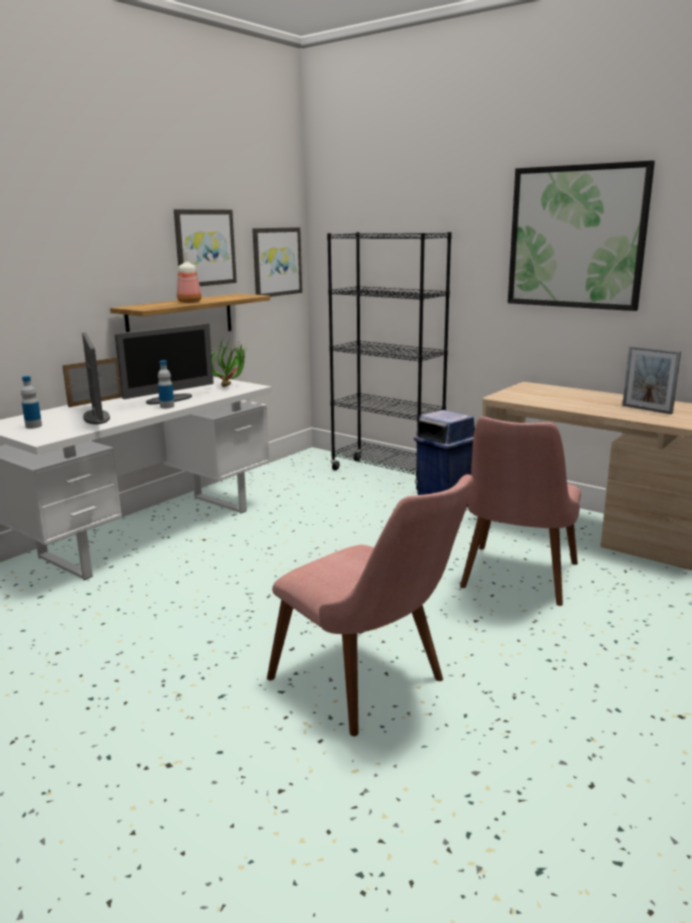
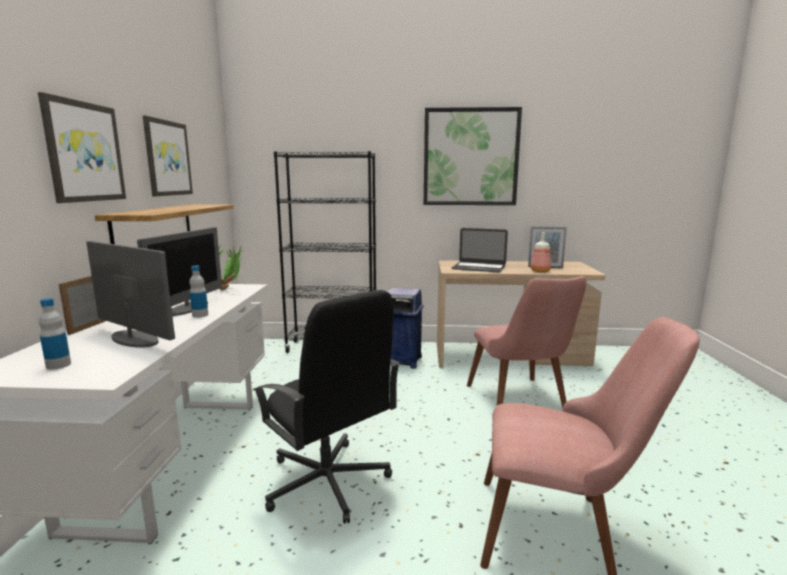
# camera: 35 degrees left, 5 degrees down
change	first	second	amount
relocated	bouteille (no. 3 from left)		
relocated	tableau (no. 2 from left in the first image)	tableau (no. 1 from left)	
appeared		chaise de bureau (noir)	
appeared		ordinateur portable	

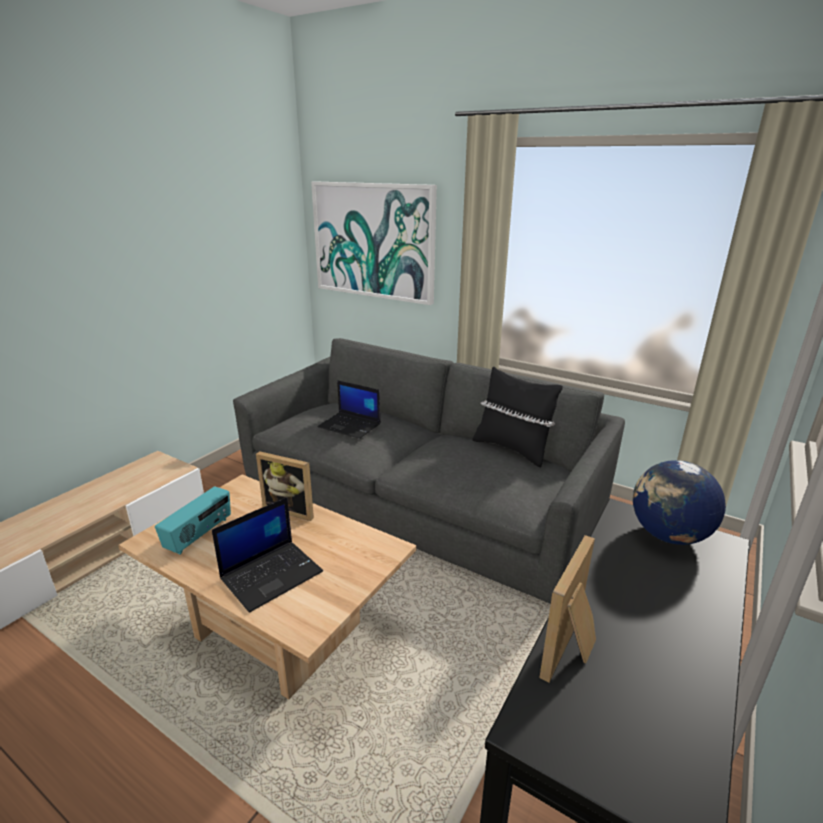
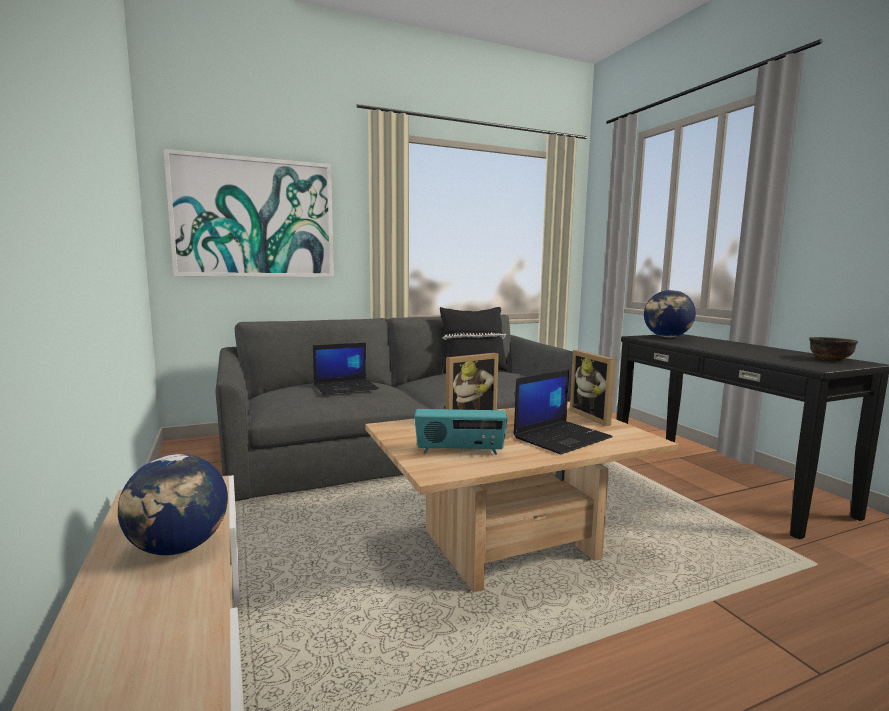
# camera: 55 degrees left, 15 degrees down
change	first	second	amount
spun	radio		120 degrees clockwise
spun	ordinateur portable (no. 1 from left in the first image)	ordinateur portable (no. 2 from left)	60 degrees clockwise
relocated	cadre photo (no. 2 from left)		
appeared		globe (no. 1 from left)	
appeared		bol (marron)	

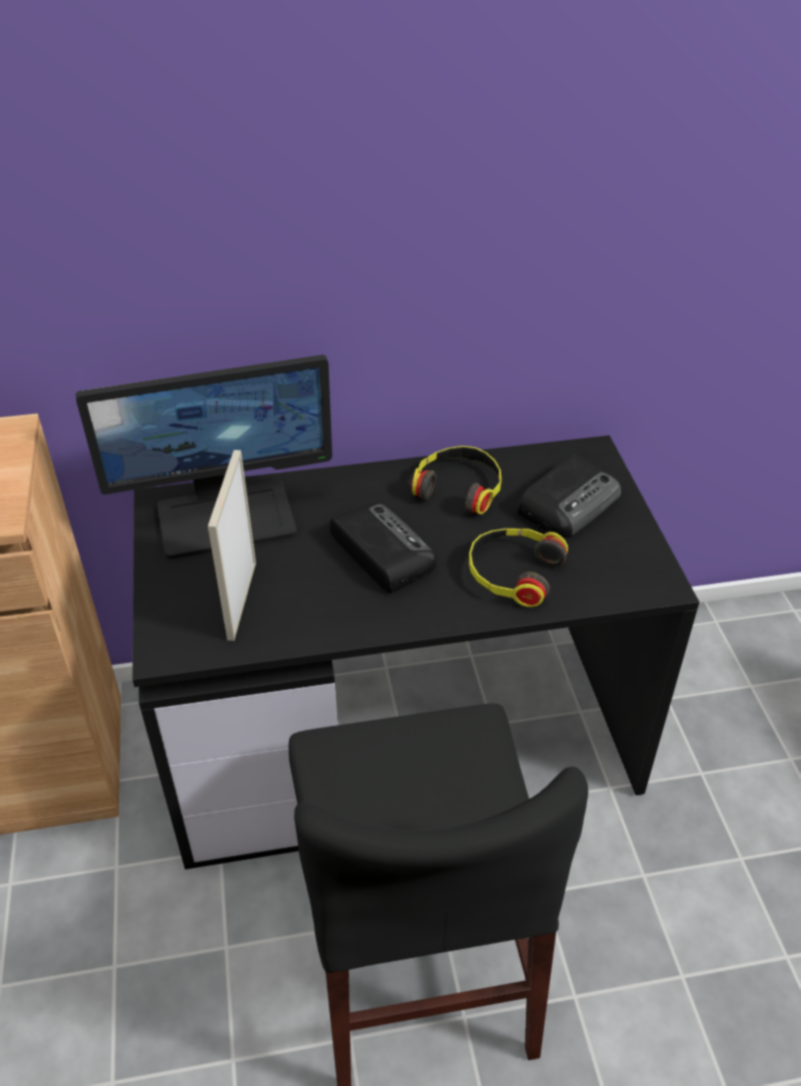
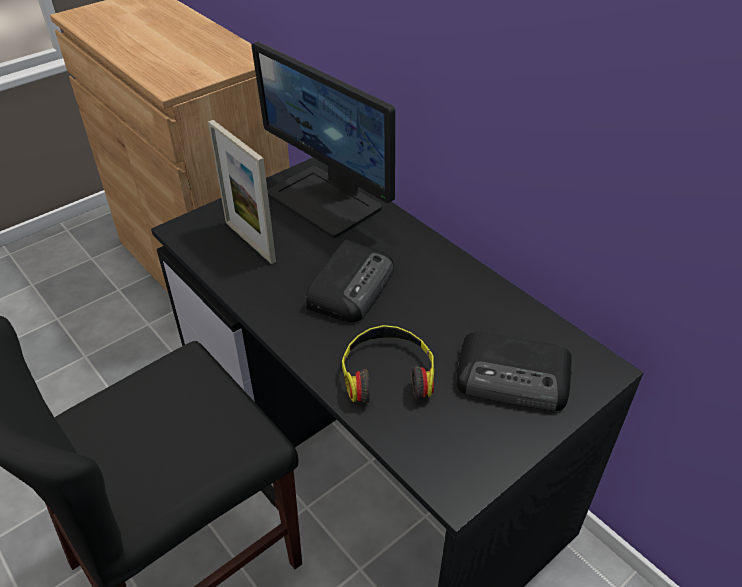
# camera: 60 degrees right, 0 degrees up
change	first	second	amount
spun	cadre photo		105 degrees counterclockwise
missing	casque audio (no. 1 from left)		

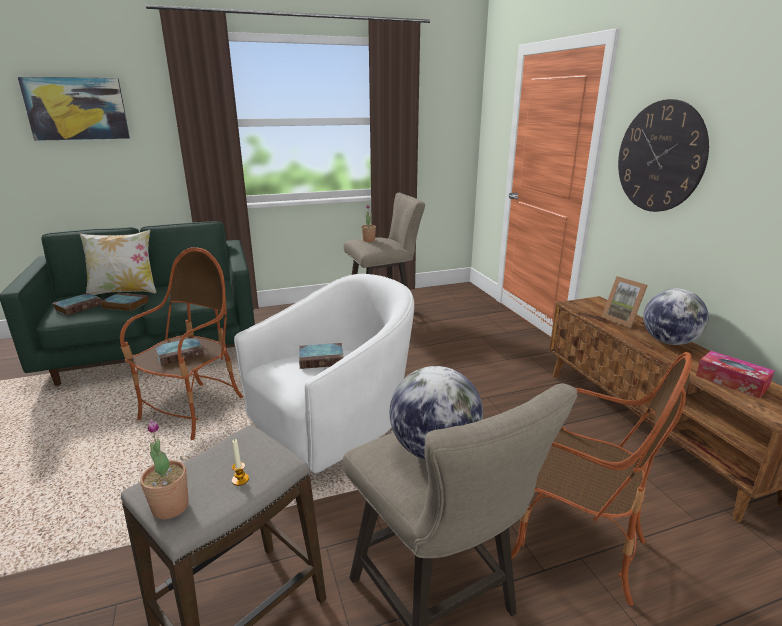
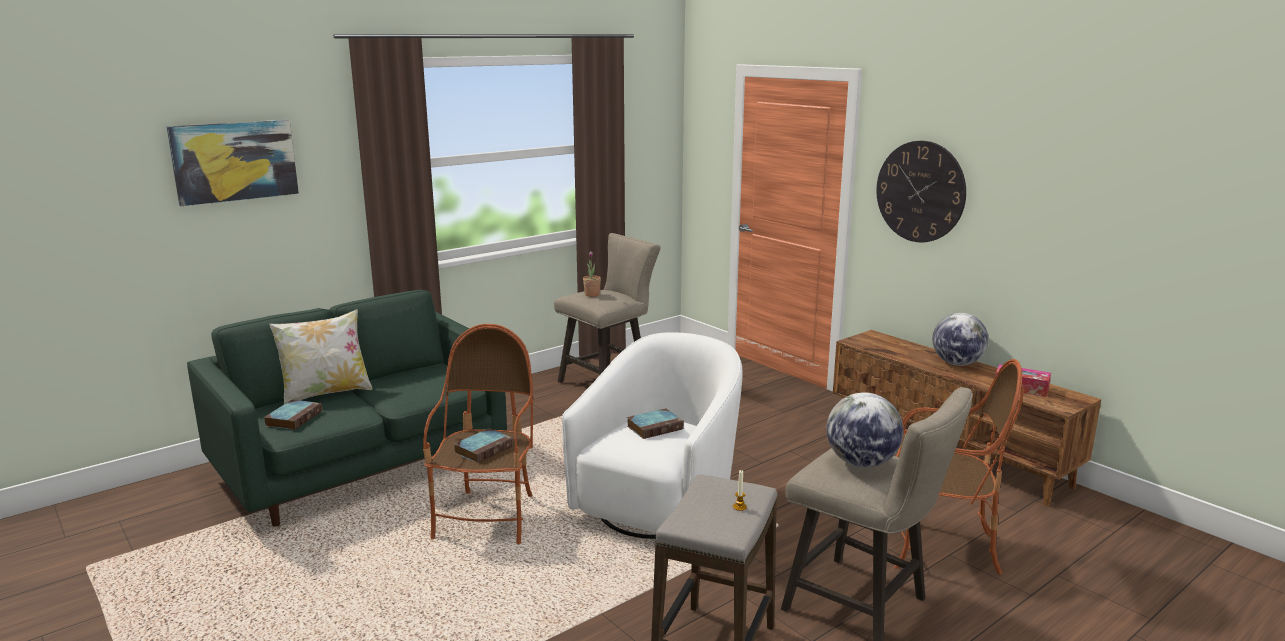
# camera: 20 degrees left, 5 degrees down
change	first	second	amount
missing	livre (no. 2 from left)		
missing	plante en pot (no. 1 from left)		
missing	cadre photo		

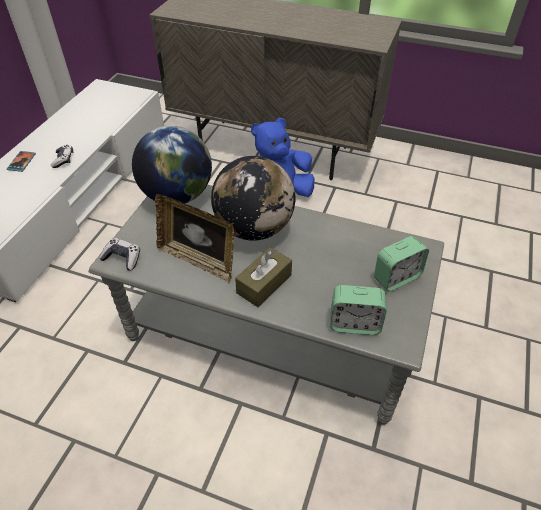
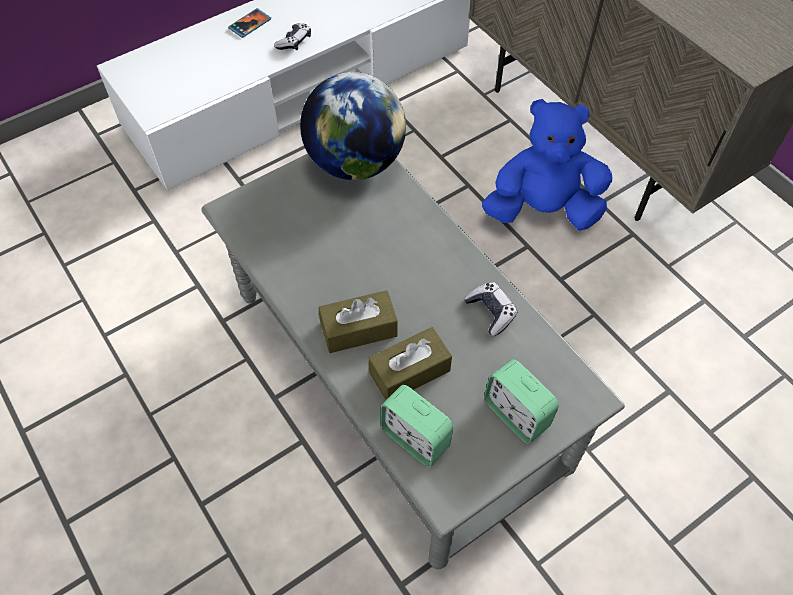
# camera: 35 degrees right, 10 degrees up
change	first	second	amount
relocated	manette (no. 2 from left)		
missing	cadre photo		
missing	globe (no. 2 from left)		
spun	réveil (no. 2 from left)		45 degrees clockwise
appeared		boîte à mouchoirs (marron) (no. 2 from left)	

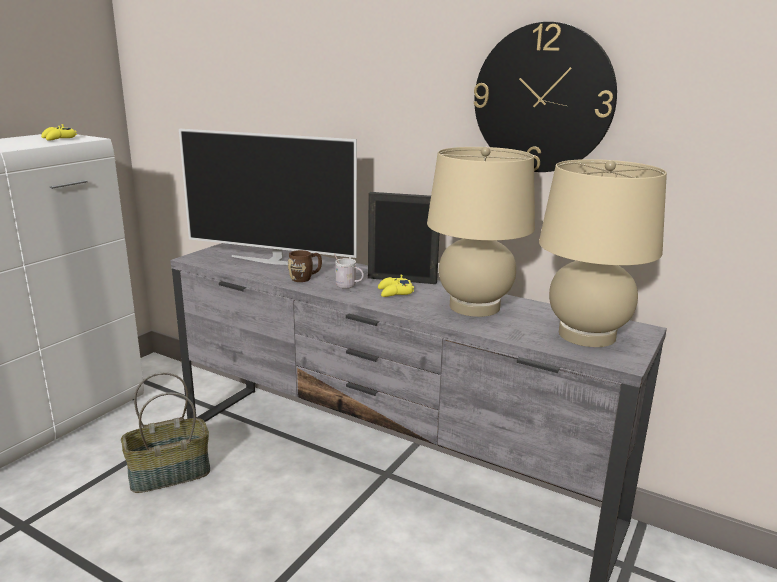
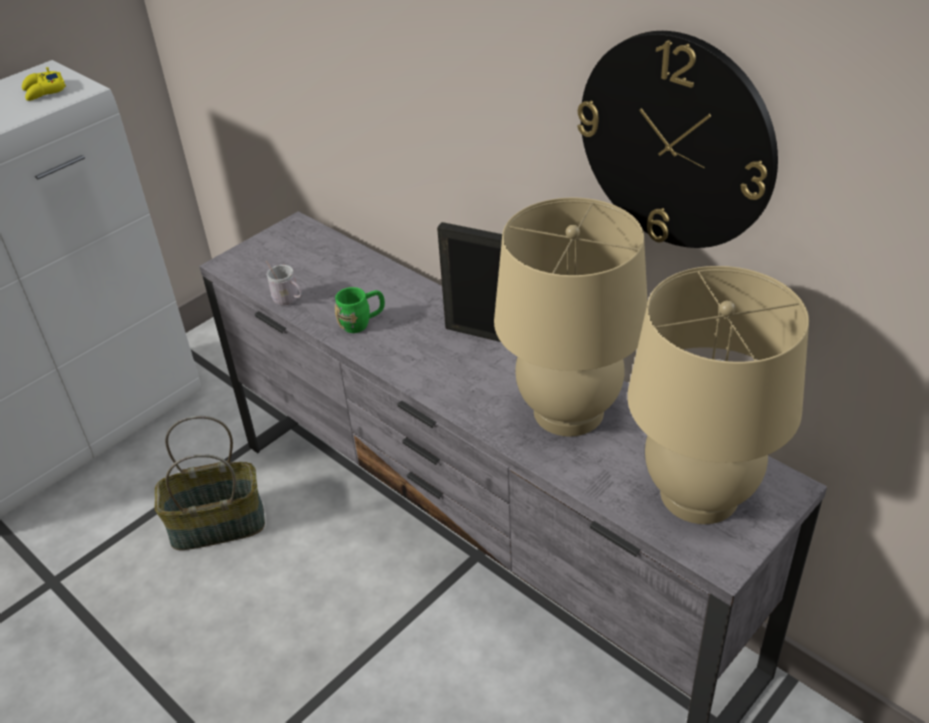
# camera: 15 degrees right, 20 degrees up
change	first	second	amount
missing	téléviseur		
colour	mug (marron)	mug (vert)	
relocated	mug (blanc)		
missing	manette (jaune) (no. 2 from left)		

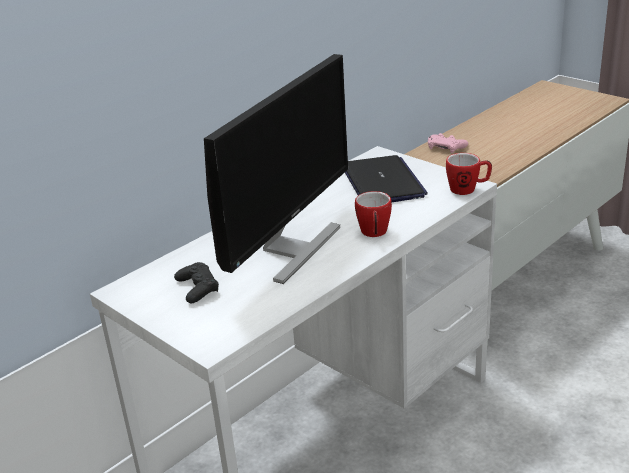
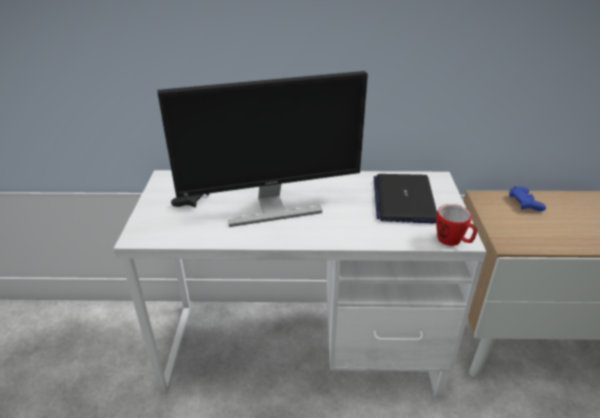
# camera: 45 degrees right, 5 degrees up
change	first	second	amount
spun	ordinateur portable		150 degrees clockwise
missing	mug (no. 1 from left)		
colour	manette (rose)	manette (bleu)	

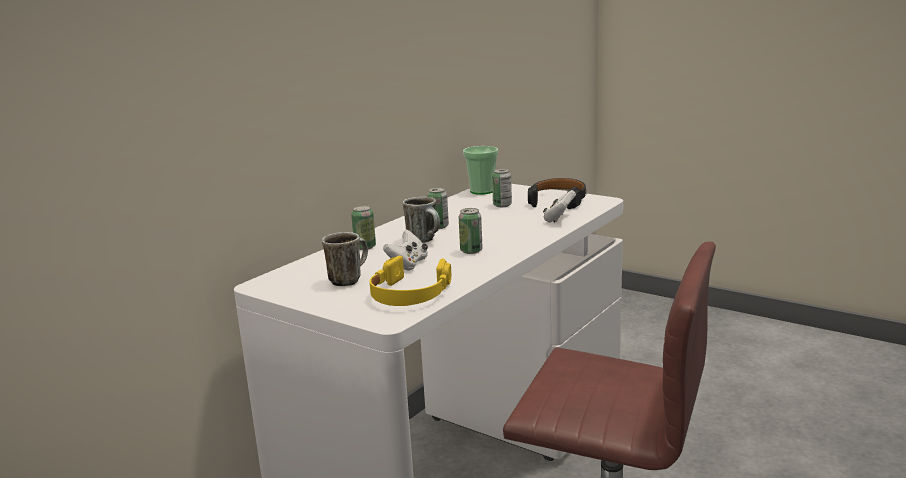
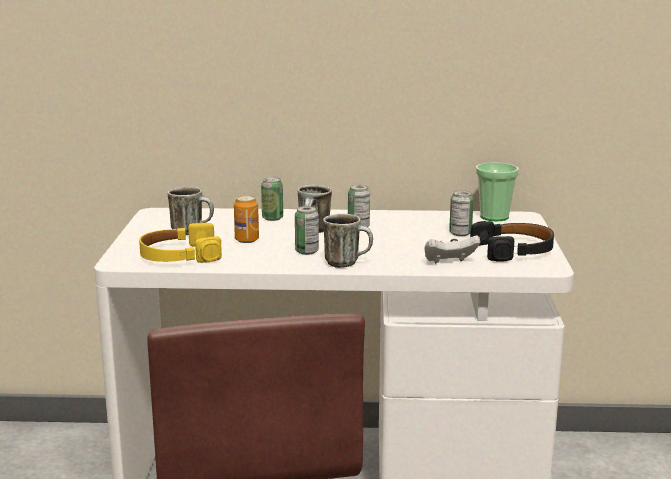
# camera: 55 degrees right, 0 degrees up
change	first	second	amount
exchanged	manette (blanc) (no. 1 from left)	boîte métallique (no. 1 from left)	
appeared		mug (no. 3 from left)	

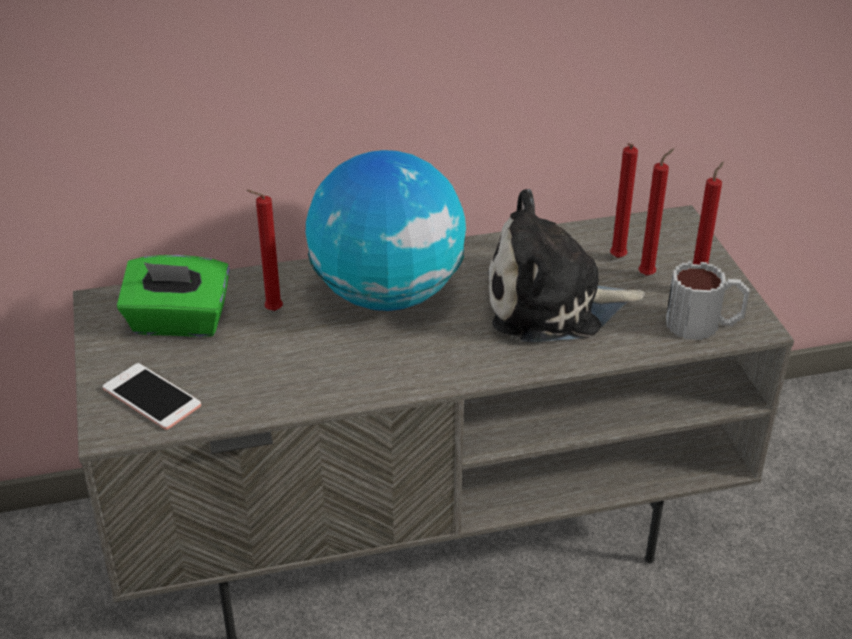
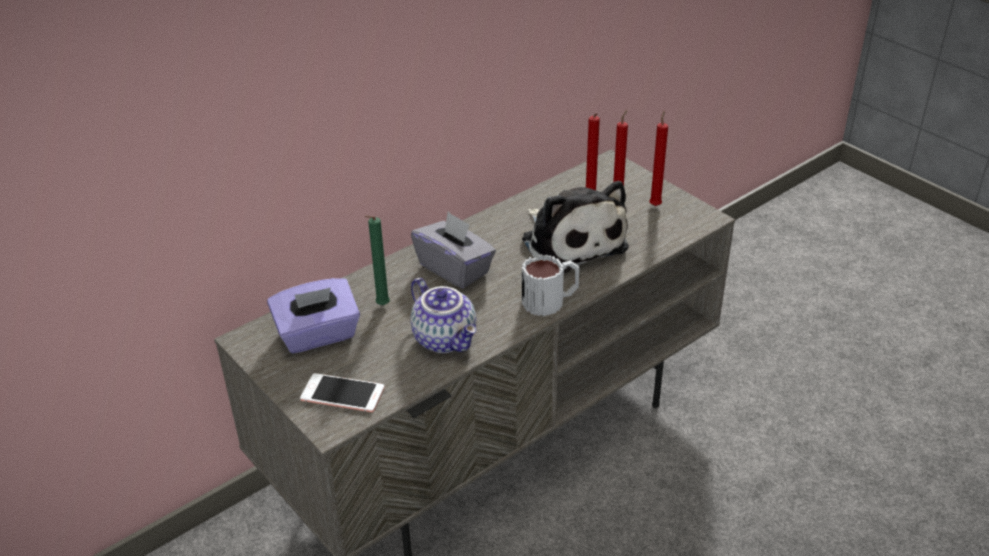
# camera: 25 degrees left, 0 degrees up
change	first	second	amount
colour	boîte à mouchoirs (vert)	boîte à mouchoirs (violet)	
colour	bougie (rouge) (no. 1 from left)	bougie (vert)	
exchanged	globe	boîte à mouchoirs (gris)	
spun	peluche		90 degrees counterclockwise
relocated	mug		
appeared		théière	

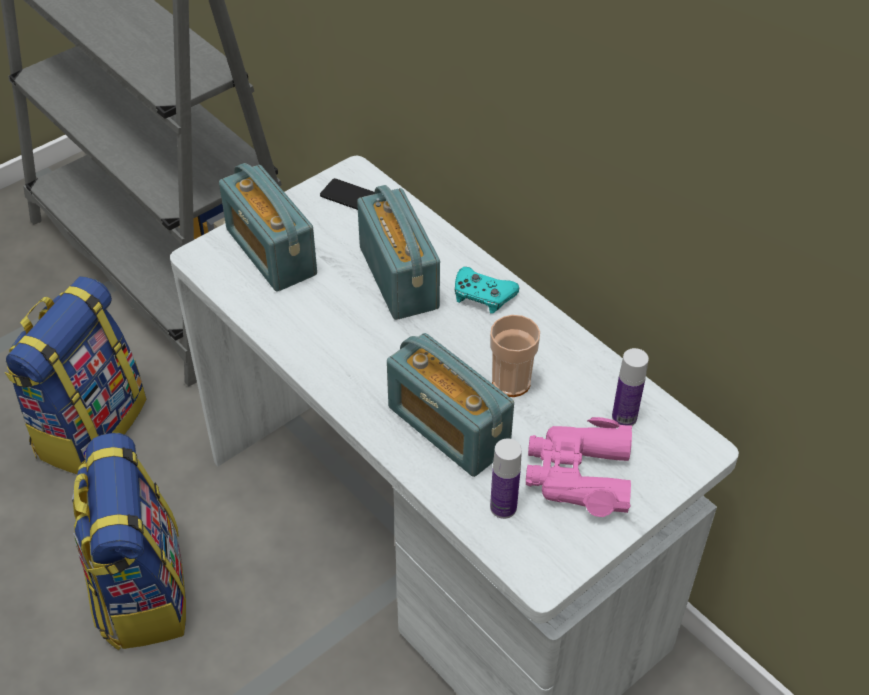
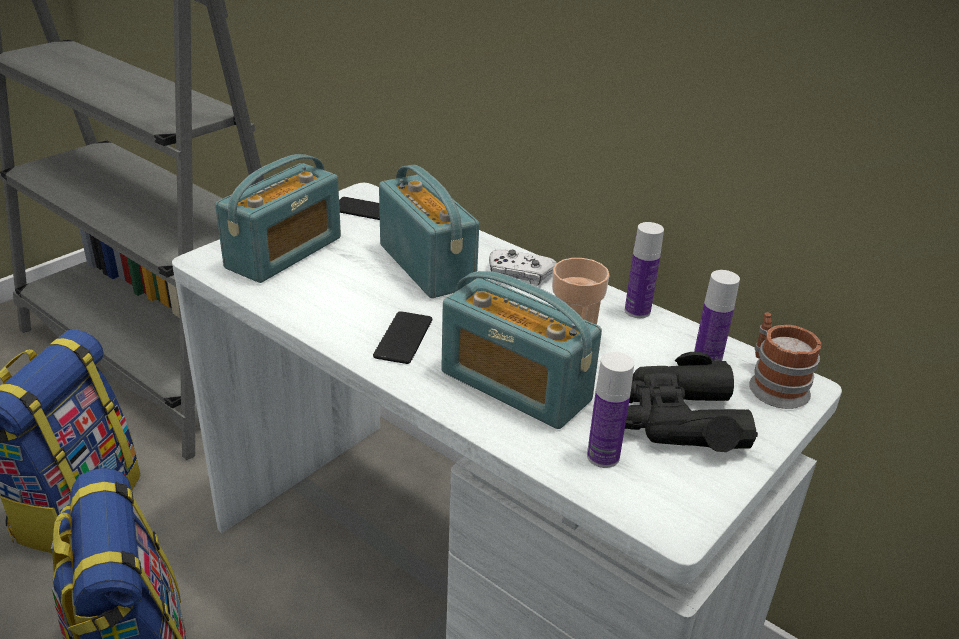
# camera: 10 degrees left, 15 degrees down
change	first	second	amount
spun	radio (no. 1 from left)		105 degrees counterclockwise
colour	manette (turquoise)	manette (blanc)	
colour	jumelles (rose)	jumelles (noir)	
appeared		téléphone (no. 2 from left)	
appeared		bouteille (no. 2 from left)	
appeared		mug	

